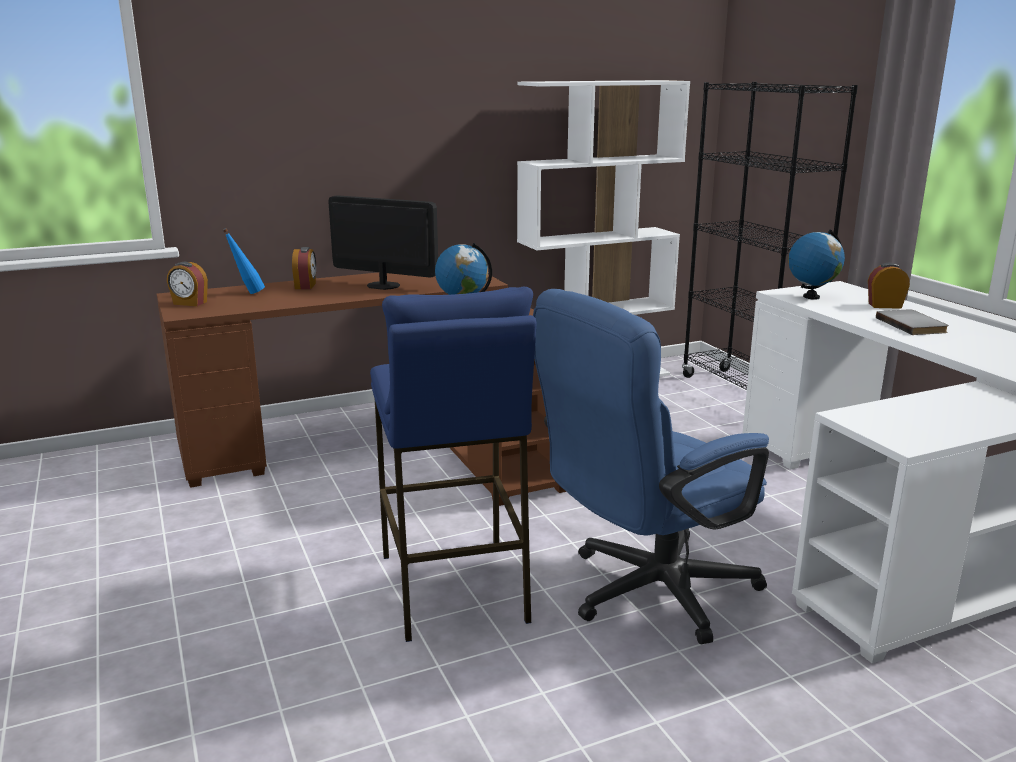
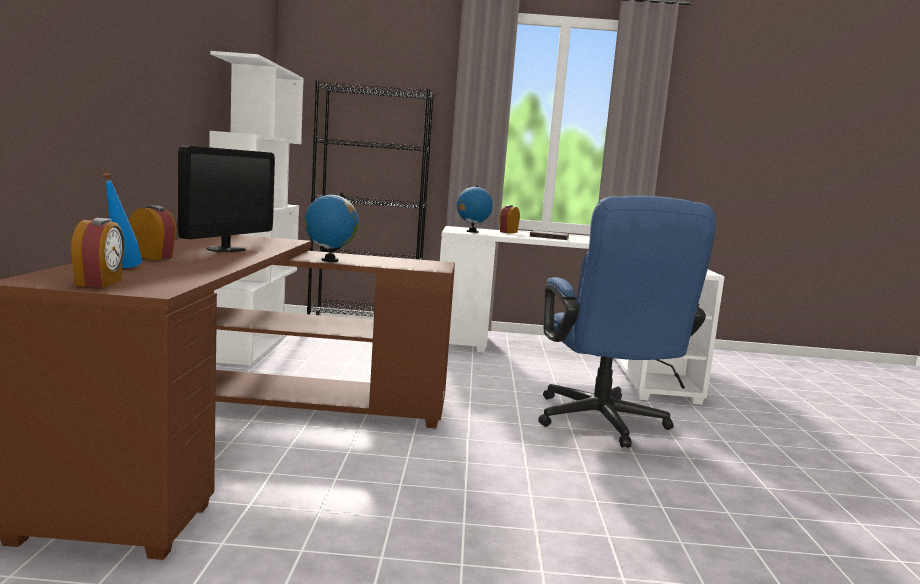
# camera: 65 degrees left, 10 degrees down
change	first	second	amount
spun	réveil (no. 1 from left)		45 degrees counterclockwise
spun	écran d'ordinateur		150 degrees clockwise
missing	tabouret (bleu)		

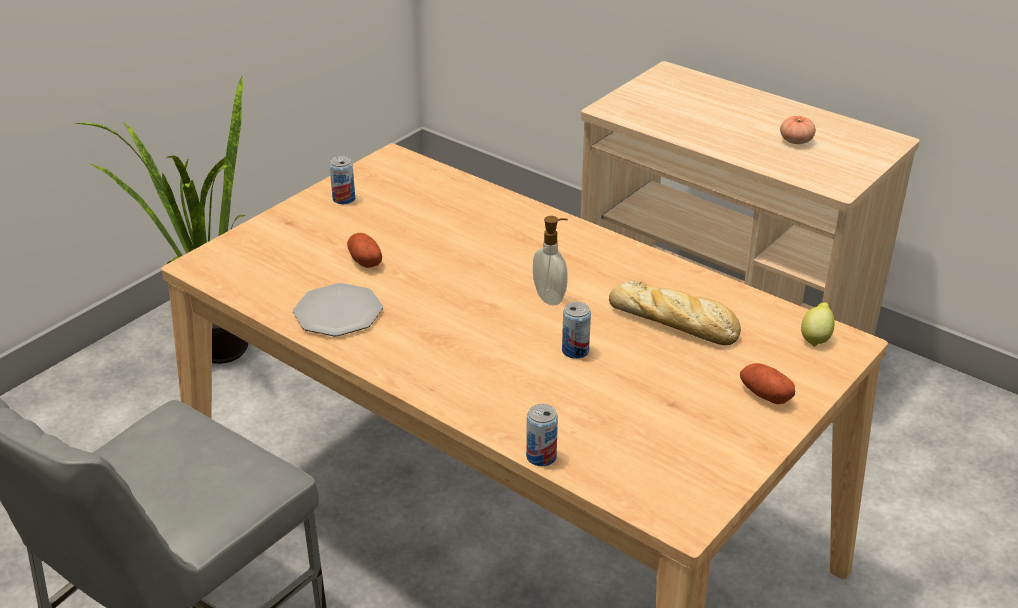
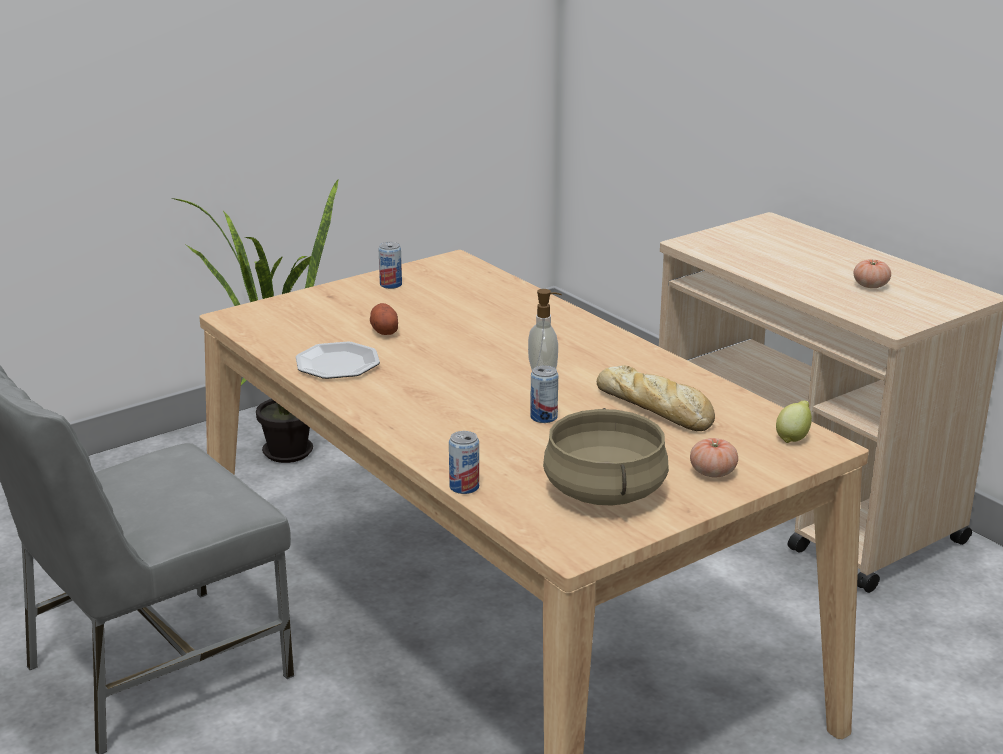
# camera: 15 degrees right, 10 degrees down
change	first	second	amount
exchanged	pomme de terre (no. 2 from left)	tomate (no. 1 from left)	
appeared		marmite (beige)	

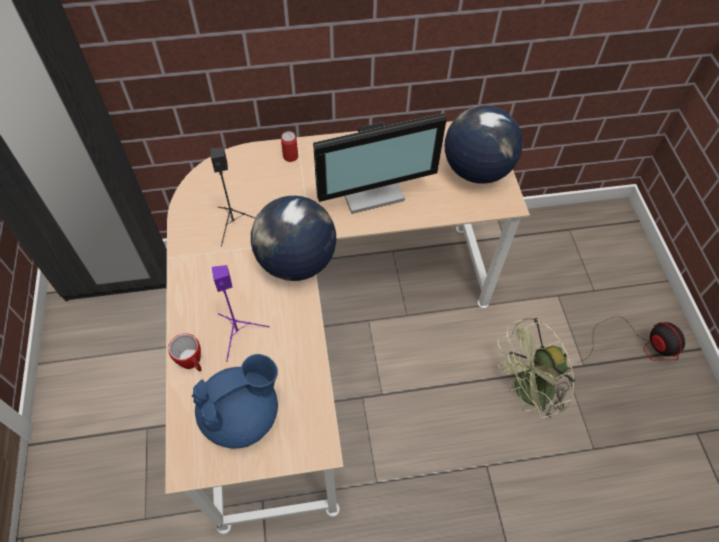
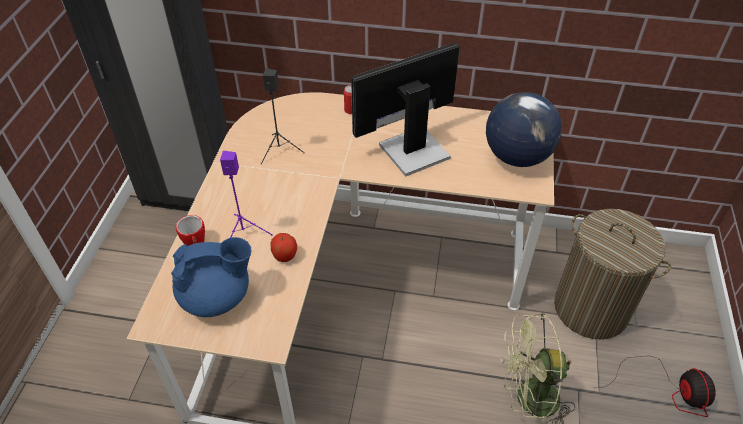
# camera: 20 degrees right, 10 degrees down
change	first	second	amount
missing	globe (no. 1 from left)		
spun	écran d'ordinateur		150 degrees clockwise
appeared		pomme	
appeared		panier à linge	

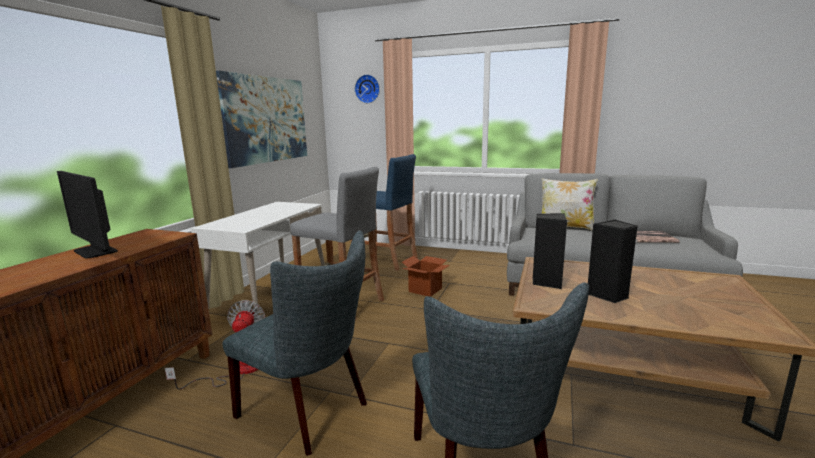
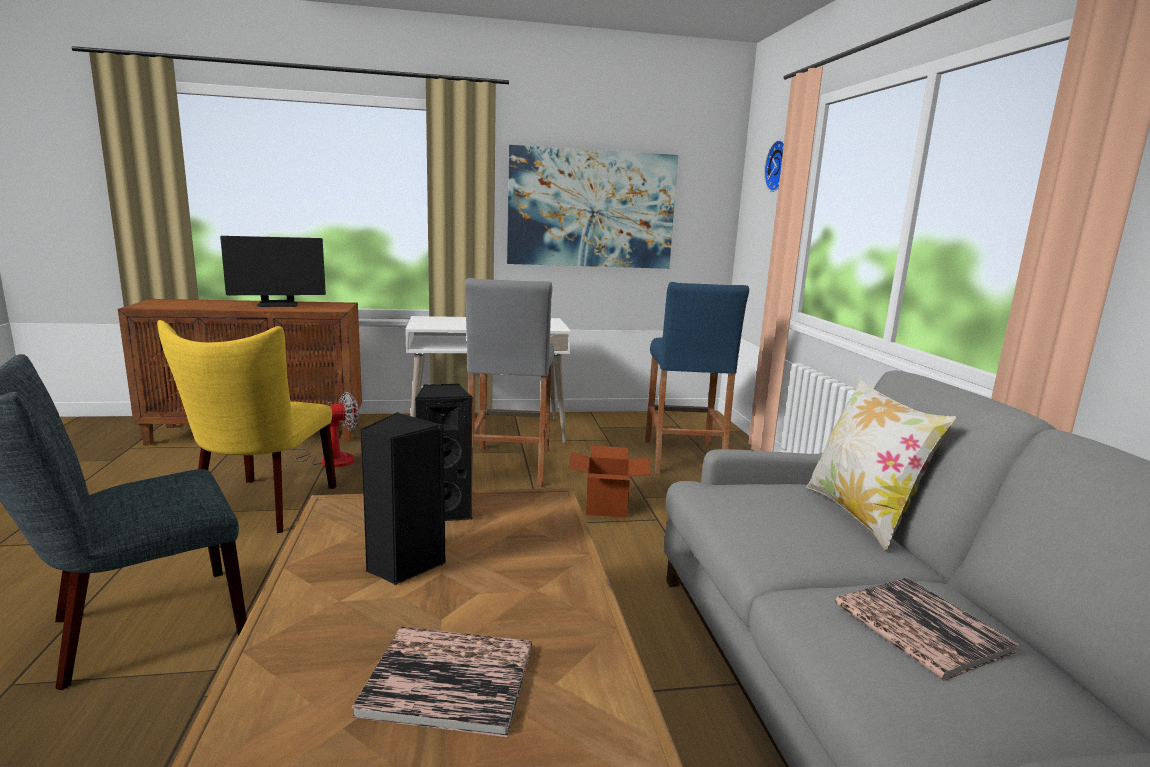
# camera: 60 degrees right, 0 degrees up
change	first	second	amount
spun	écran d'ordinateur		120 degrees counterclockwise
colour	chaise (gris) (no. 1 from left)	chaise (jaune)	
appeared		livre (no. 1 from left)	

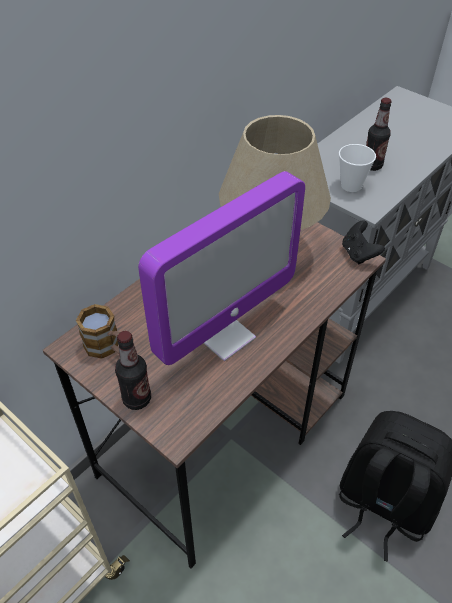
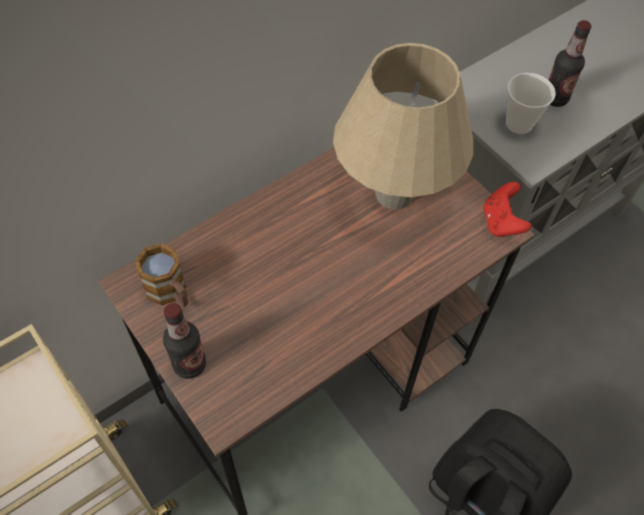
# camera: 10 degrees right, 10 degrees up
change	first	second	amount
missing	écran d'ordinateur		
colour	manette (noir)	manette (rouge)	

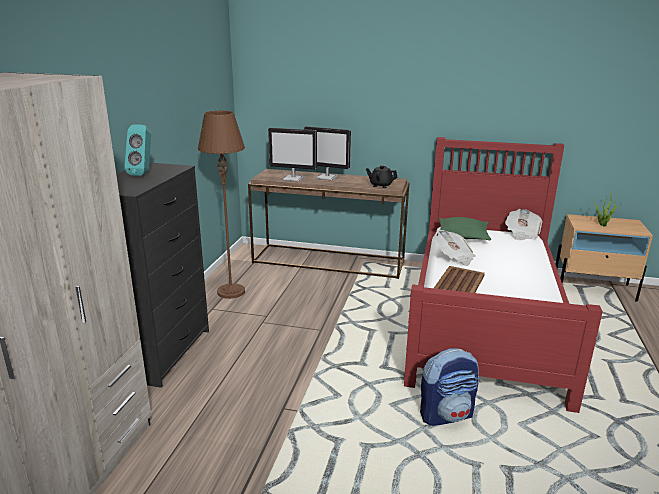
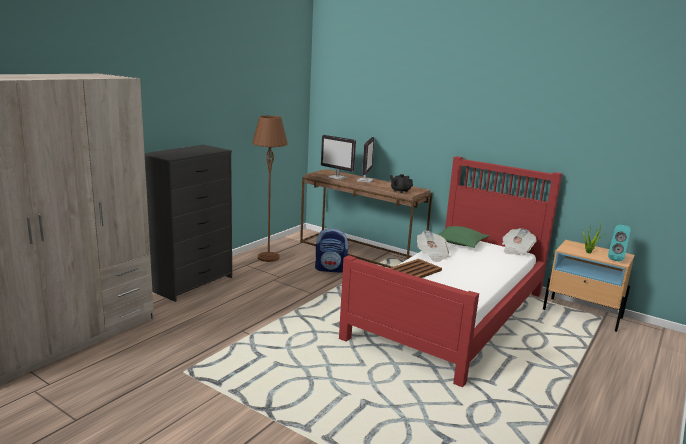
# camera: 20 degrees right, 5 degrees down
change	first	second	amount
relocated	enceinte (turquoise)		
spun	écran d'ordinateur (no. 2 from left)		120 degrees counterclockwise
relocated	sac à dos		

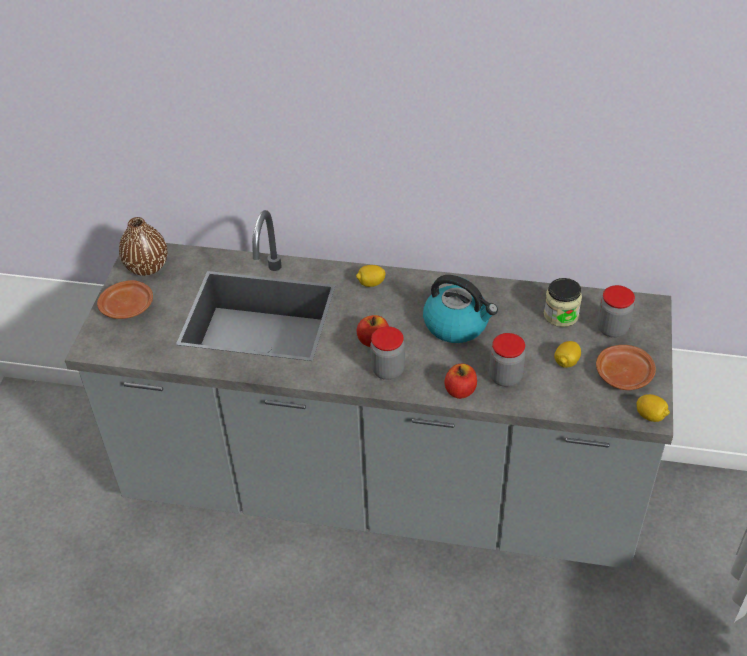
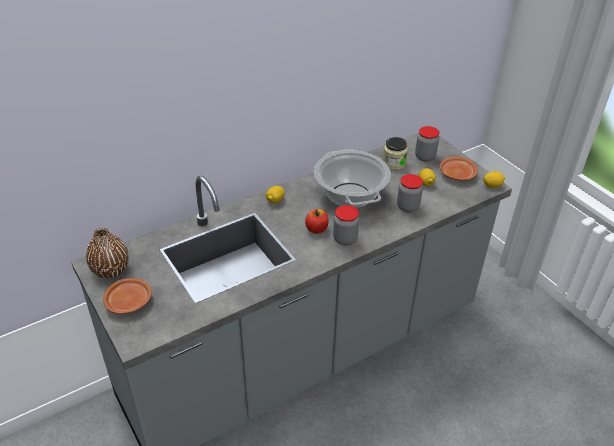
# camera: 45 degrees left, 5 degrees down
change	first	second	amount
exchanged	bouilloire	marmite	
missing	pomme (no. 2 from left)		

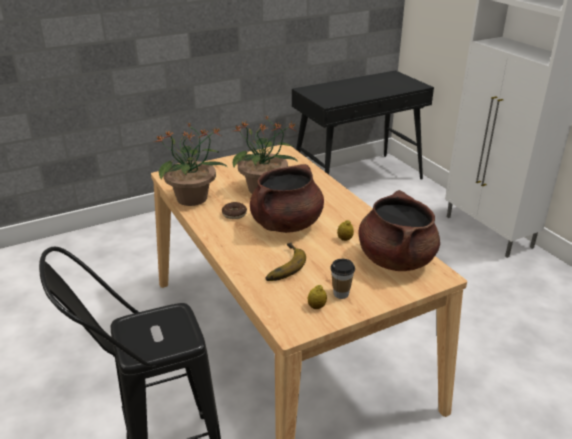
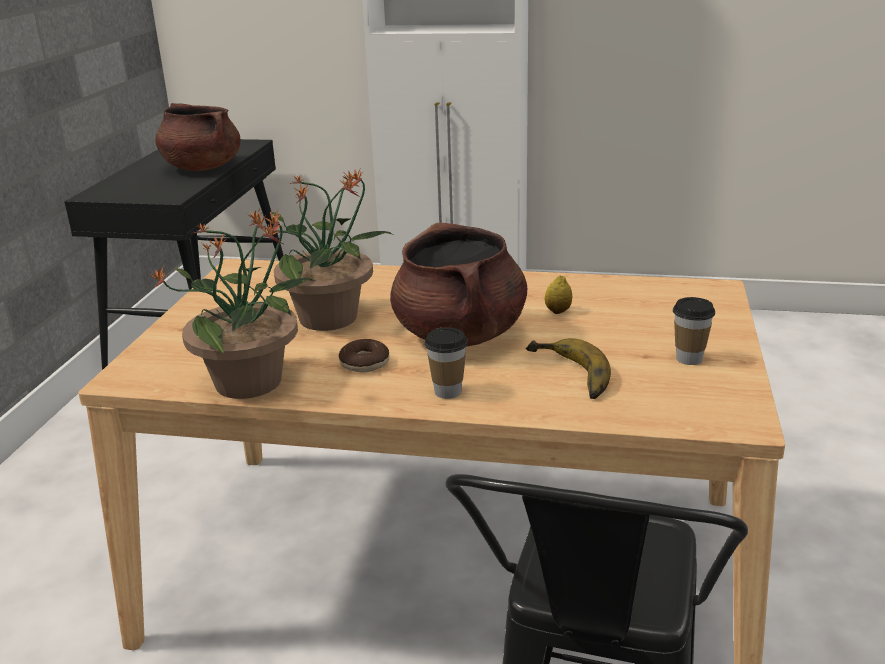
# camera: 50 degrees left, 5 degrees down
change	first	second	amount
missing	citron (no. 1 from left)		
relocated	marmite (marron) (no. 2 from left in the first image)	marmite (marron) (no. 1 from left)	
appeared		tasse (no. 1 from left)	

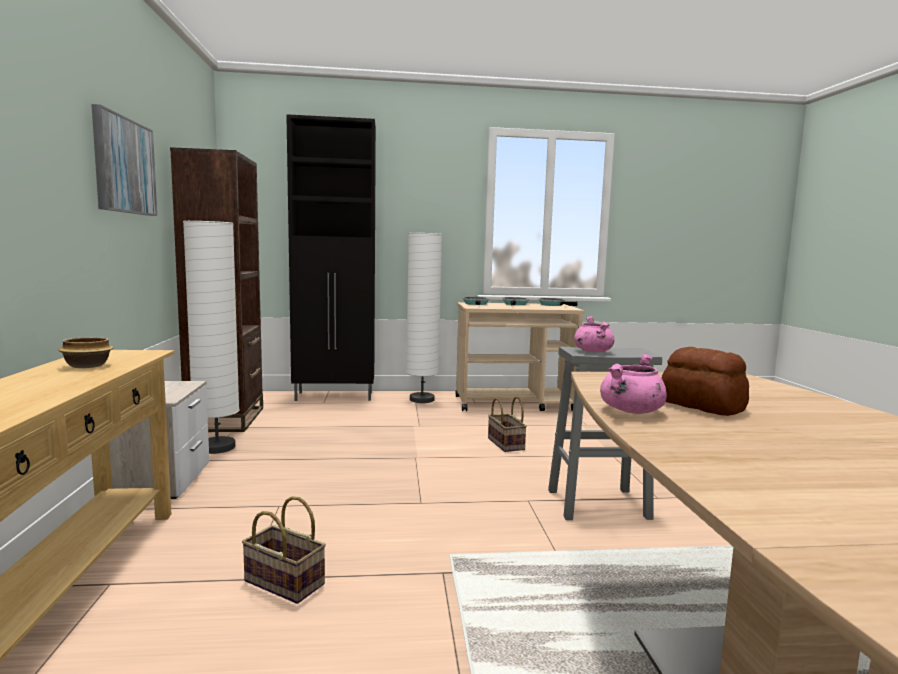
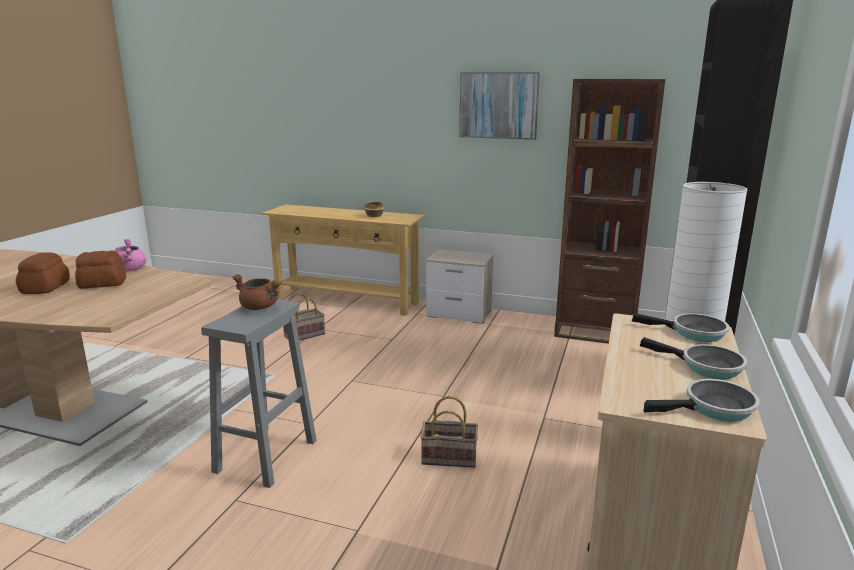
# camera: 115 degrees right, 10 degrees up
change	first	second	amount
missing	lampadaire (blanc) (no. 1 from left)		
colour	marmite (rose) (no. 1 from left)	marmite (marron)	
appeared		pain (no. 1 from left)	

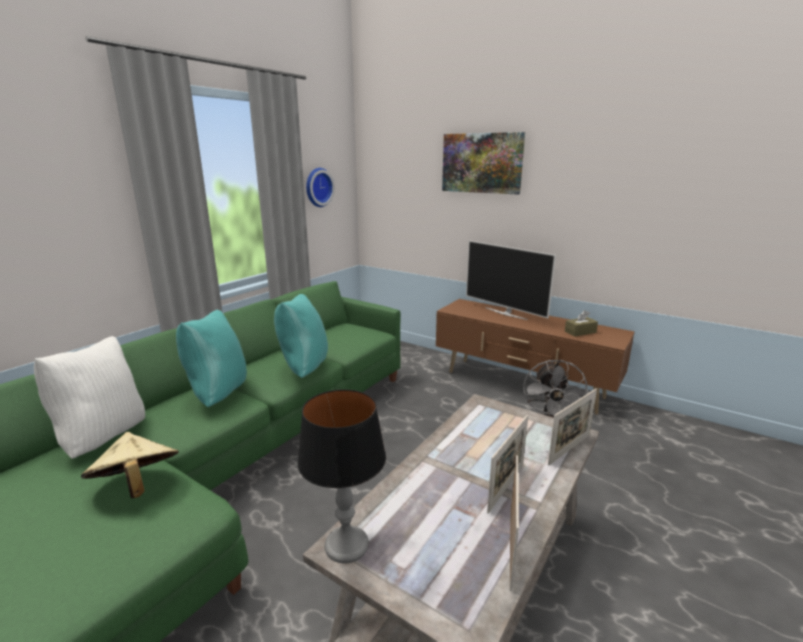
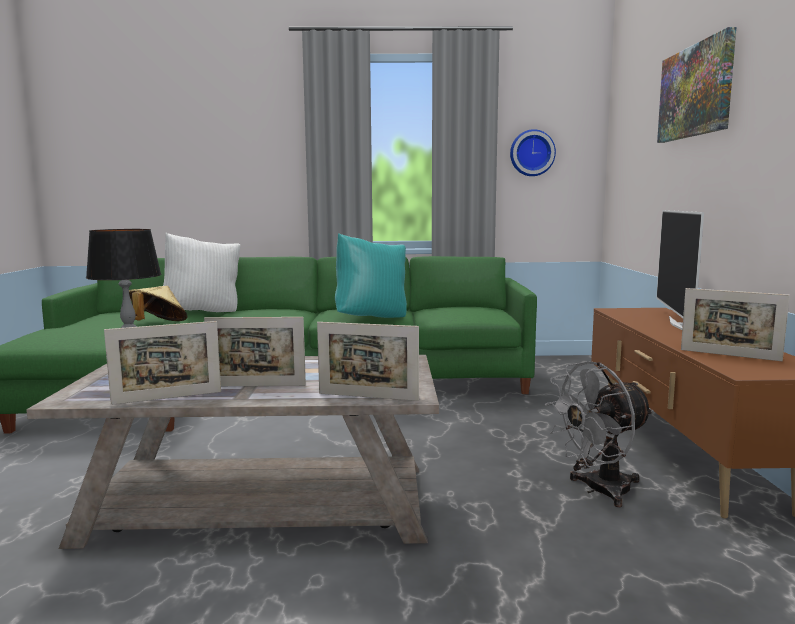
# camera: 55 degrees right, 10 degrees down
change	first	second	amount
missing	coussin (turquoise) (no. 1 from left)		
exchanged	boîte à mouchoirs (marron)	cadre photo (no. 4 from left)	

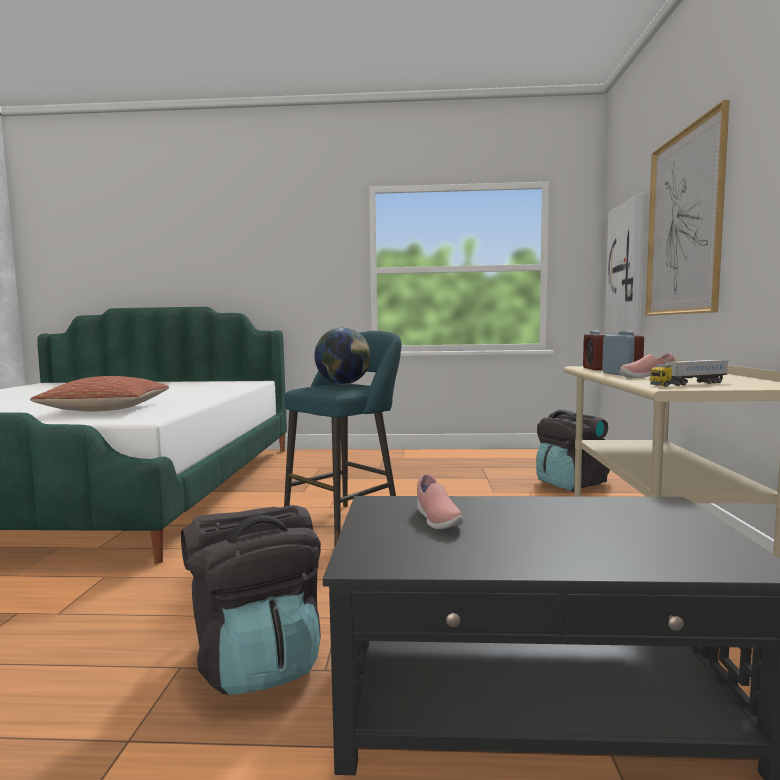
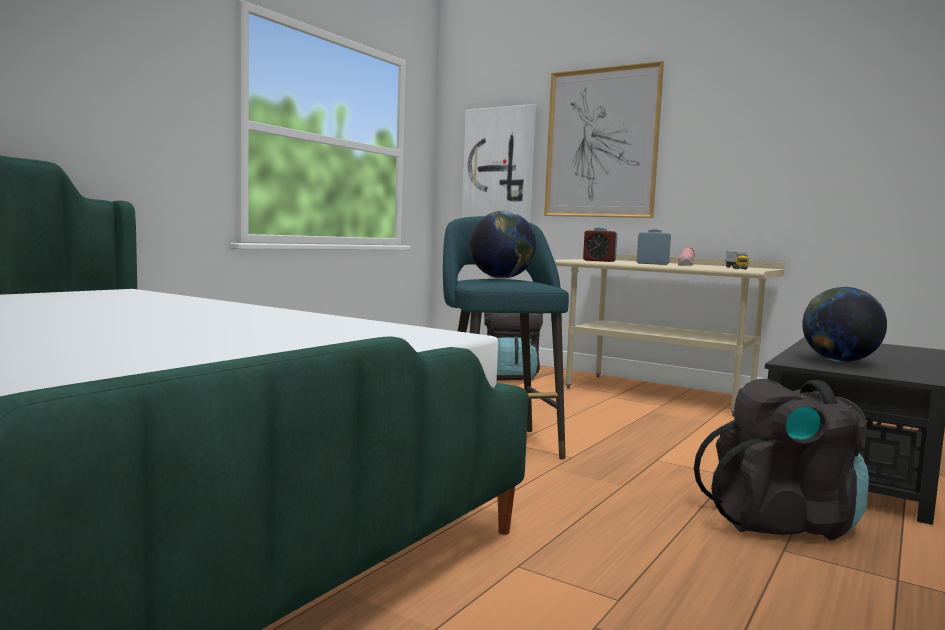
# camera: 60 degrees left, 0 degrees up
change	first	second	amount
missing	coussin		
exchanged	chaussure (rose) (no. 1 from left)	globe (no. 2 from left)	

